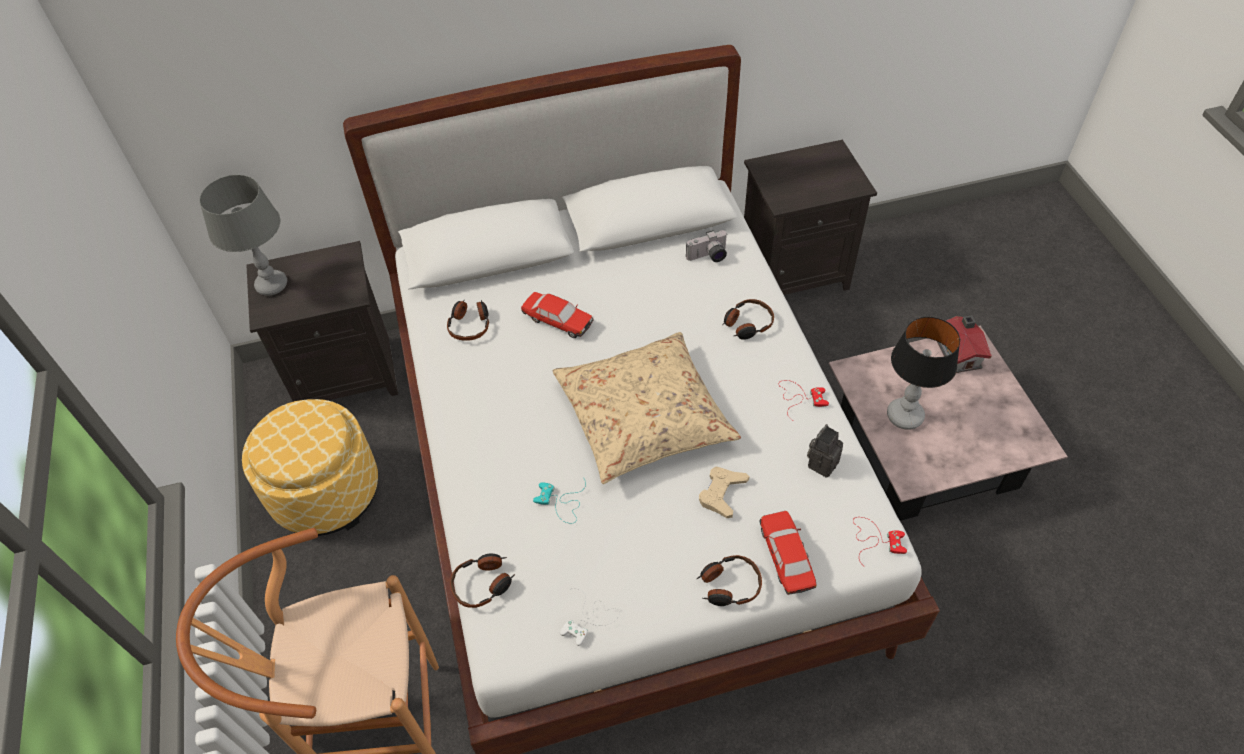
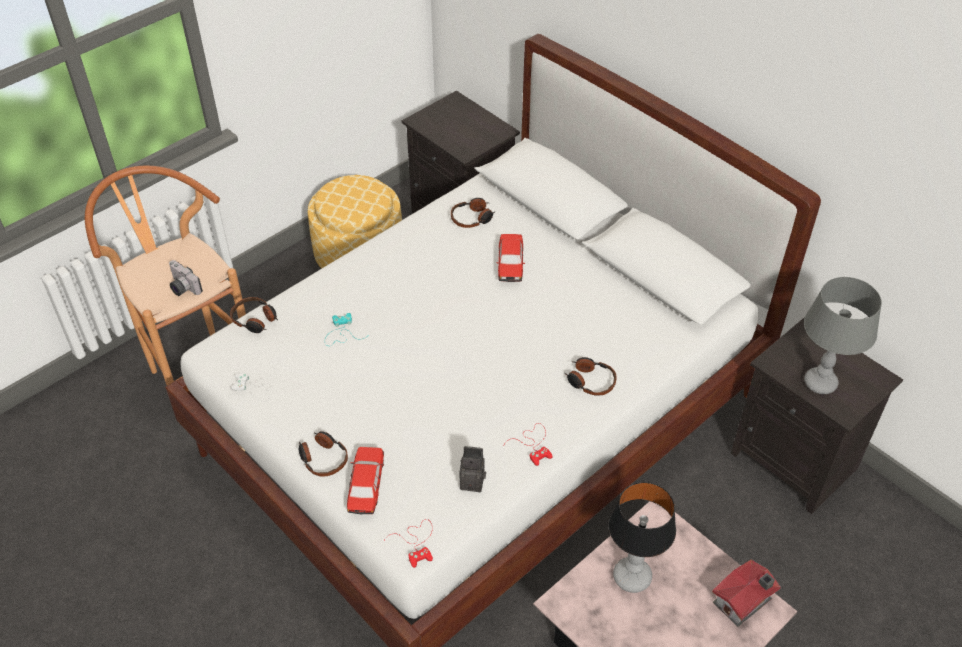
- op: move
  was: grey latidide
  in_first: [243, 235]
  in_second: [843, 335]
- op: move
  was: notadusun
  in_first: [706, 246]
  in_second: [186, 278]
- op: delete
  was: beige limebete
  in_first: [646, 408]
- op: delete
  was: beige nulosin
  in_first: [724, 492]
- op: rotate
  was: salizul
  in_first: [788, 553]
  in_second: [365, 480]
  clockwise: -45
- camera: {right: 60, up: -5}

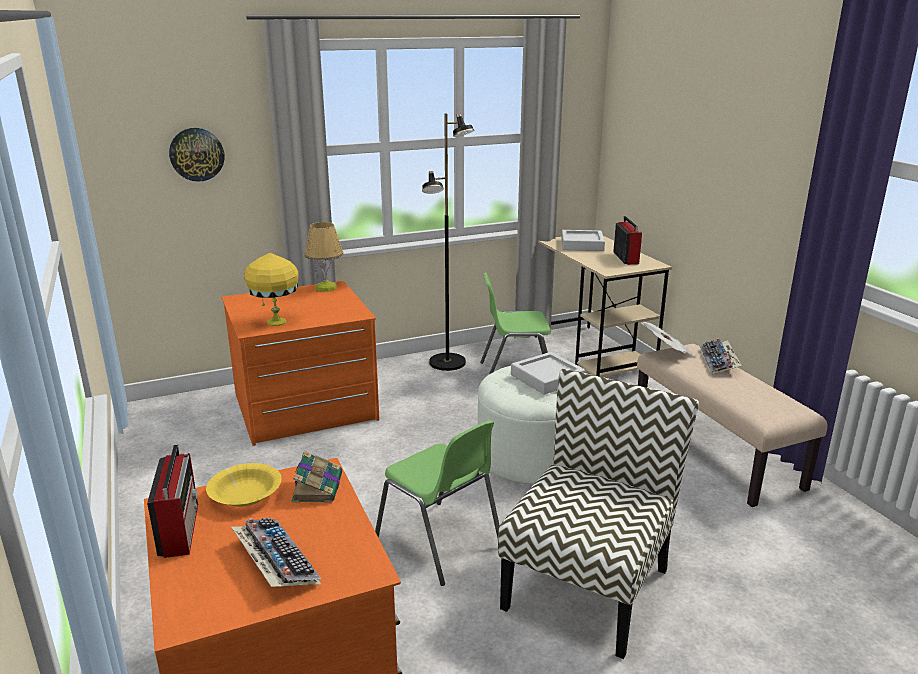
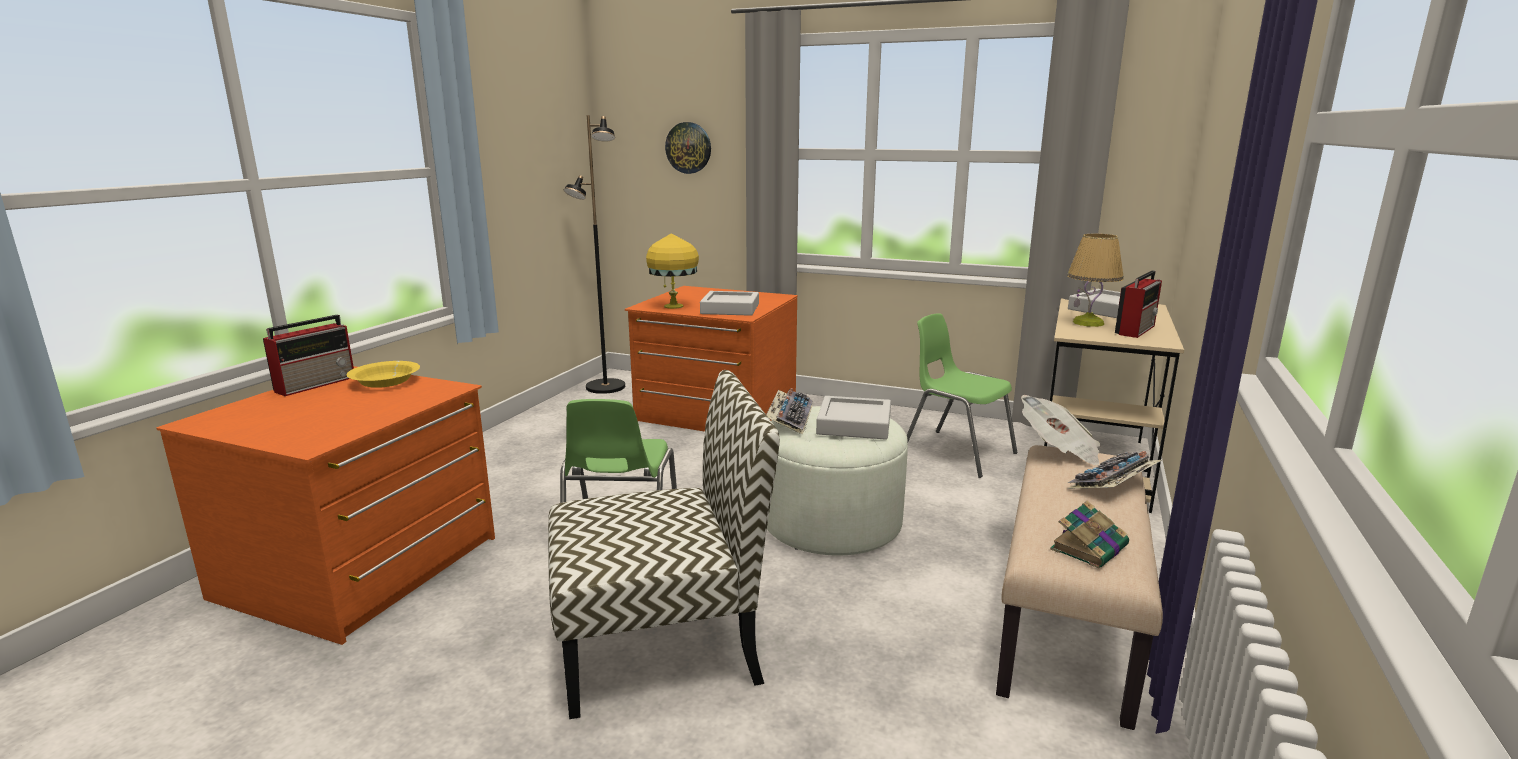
- op: move
  was: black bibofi
  in_first: [448, 242]
  in_second: [594, 254]
- op: move
  was: latidide
  in_first: [324, 257]
  in_second: [1095, 280]
- op: move
  was: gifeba
  in_first: [317, 477]
  in_second: [1089, 534]
- op: move
  was: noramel
  in_first: [276, 552]
  in_second: [789, 411]
- op: insert
  now: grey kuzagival
  in_second: [729, 303]
- camera: {right: 45, up: -5}

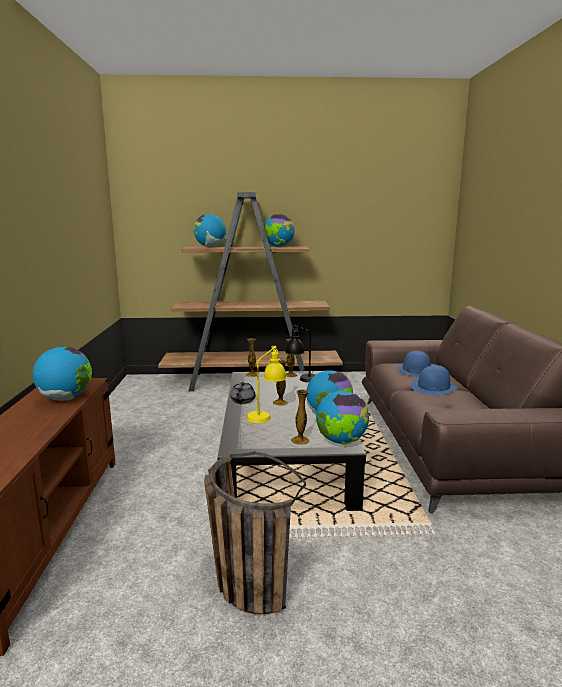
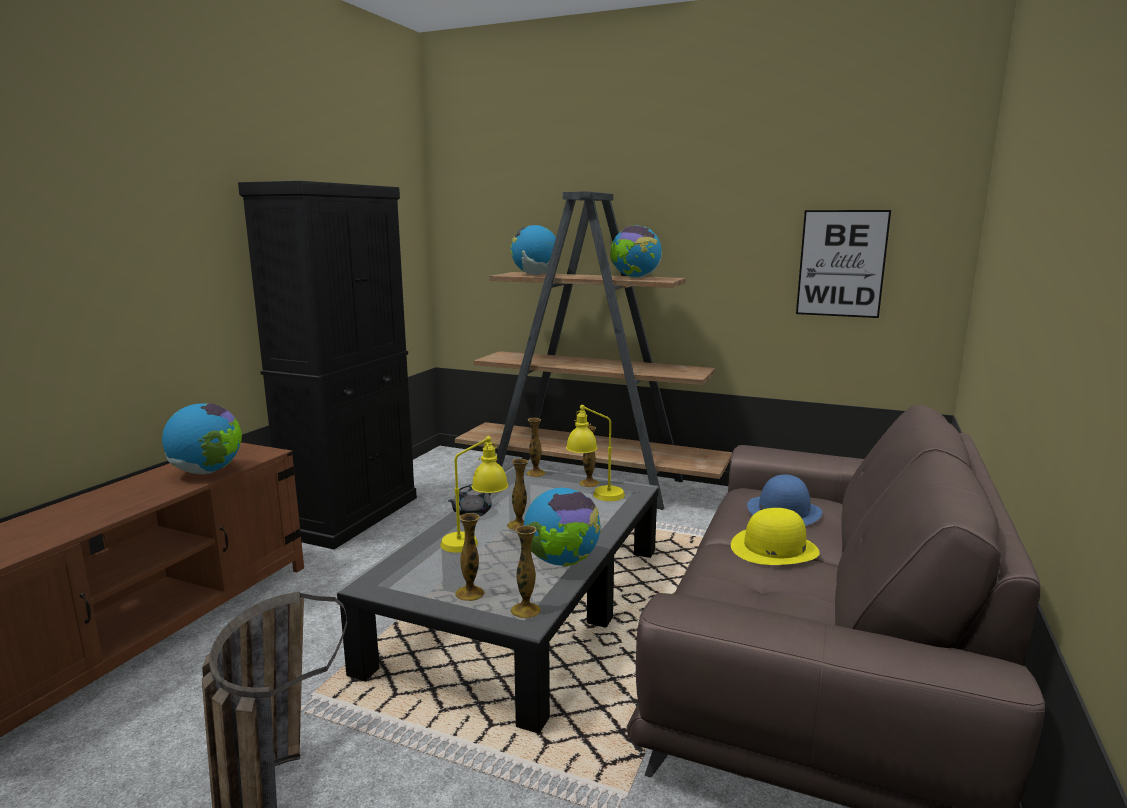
- op: recolor
  was: black latidide
  now: yellow latidide
  in_first: [300, 354]
  in_second: [595, 453]
- op: recolor
  was: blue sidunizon
  now: yellow sidunizon
  in_first: [434, 380]
  in_second: [775, 536]
- op: replace
  was: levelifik
  now: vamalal
  in_first: [342, 418]
  in_second: [526, 572]
- op: insert
  now: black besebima
  in_second: [327, 365]
- op: insert
  now: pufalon
  in_second: [843, 264]
- camera: {right: 25, up: 0}

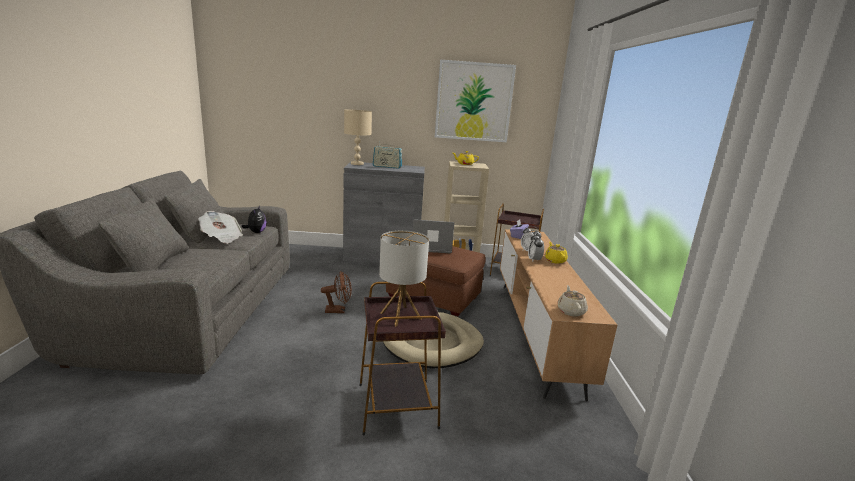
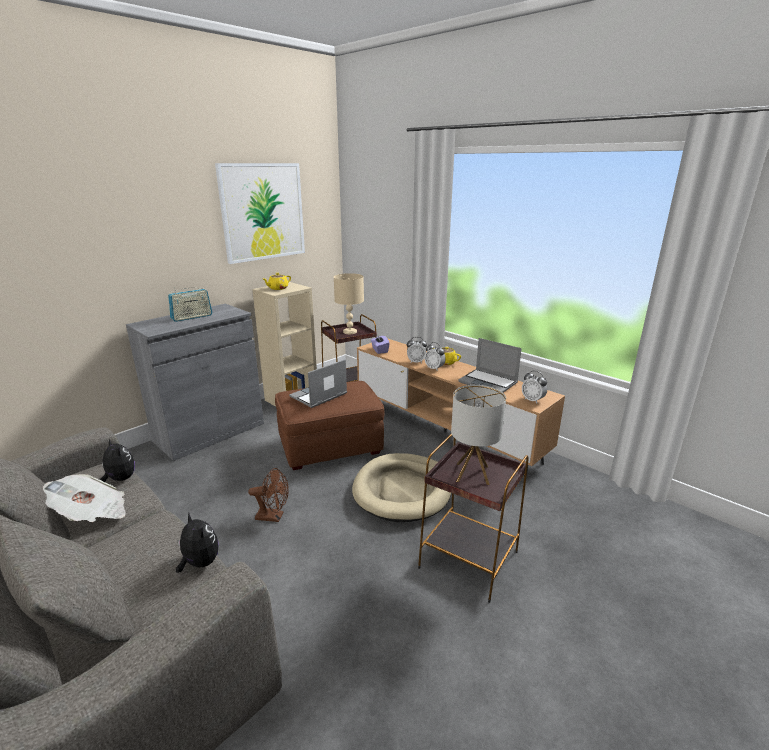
- op: move
  was: beige latidide
  in_first: [358, 137]
  in_second: [349, 303]
- op: rotate
  was: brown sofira
  in_first: [336, 292]
  in_second: [268, 495]
  clockwise: 60
- op: replace
  was: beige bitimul
  now: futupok
  in_first: [572, 301]
  in_second: [534, 387]
- op: insert
  now: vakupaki
  in_second: [490, 365]
- op: insert
  now: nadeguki
  in_second: [197, 543]
- camera: {right: -45, up: 5}

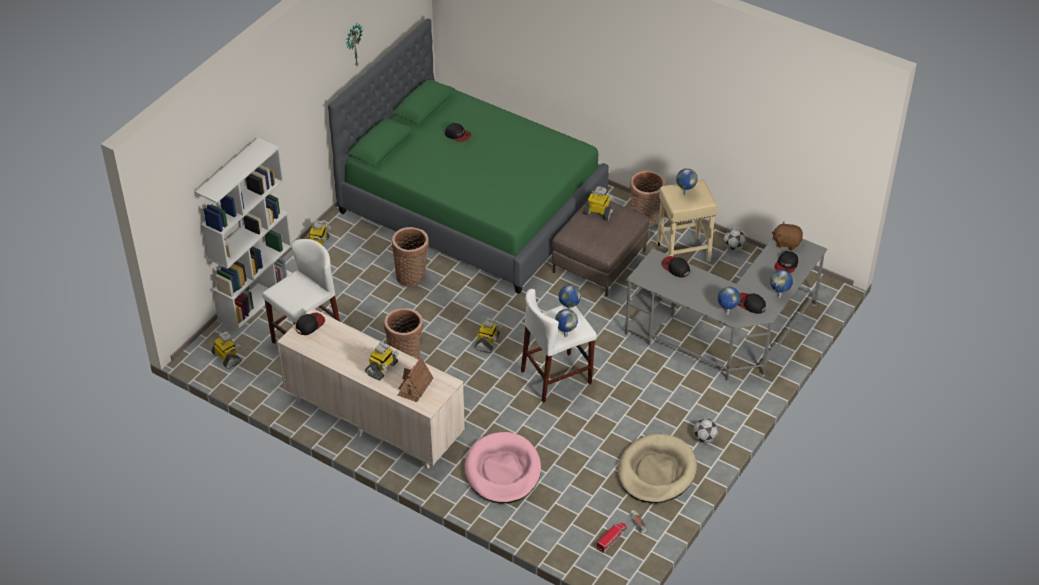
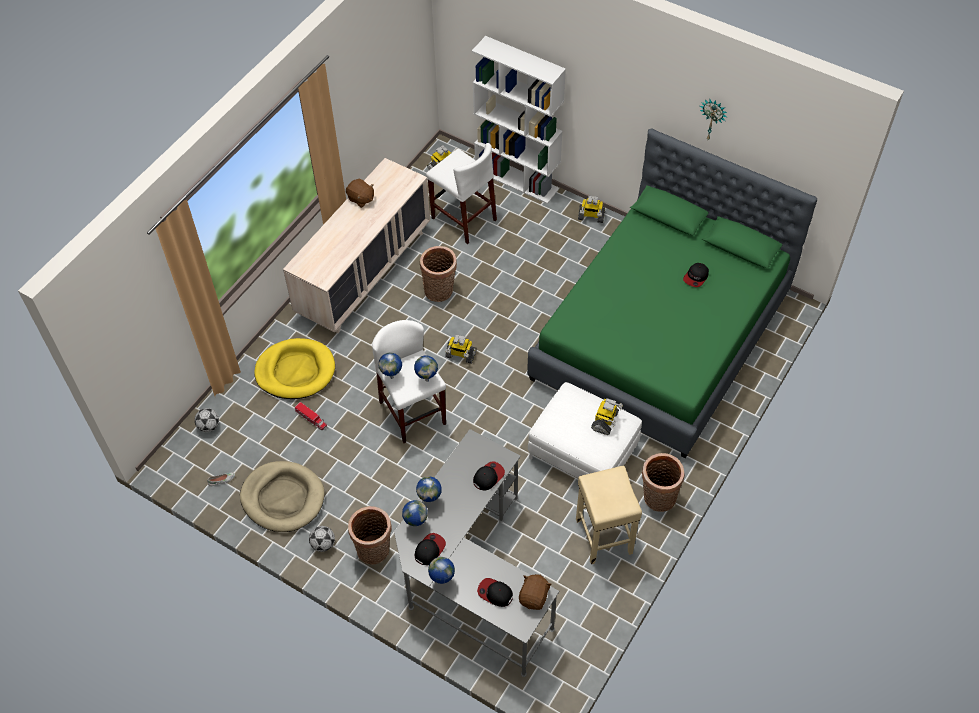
- op: move
  was: levelifik
  in_first: [687, 182]
  in_second: [429, 489]
- op: recolor
  was: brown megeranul
  now: white megeranul
  in_first: [600, 249]
  in_second: [585, 430]
- op: move
  was: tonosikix
  in_first: [410, 257]
  in_second: [369, 535]
- op: move
  was: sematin
  in_first: [734, 240]
  in_second: [206, 420]
- op: delete
  was: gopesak
  in_first: [310, 323]
- op: delete
  was: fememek
  in_first: [382, 361]
- op: delete
  was: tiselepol
  in_first: [415, 379]
- op: recolor
  was: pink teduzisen
  now: yellow teduzisen
  in_first: [503, 468]
  in_second: [294, 368]
- op: move
  was: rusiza
  in_first: [611, 538]
  in_second: [311, 416]
- op: insert
  now: brown nadeguki
  in_second: [360, 193]
- camera: {right: 90, up: 10}

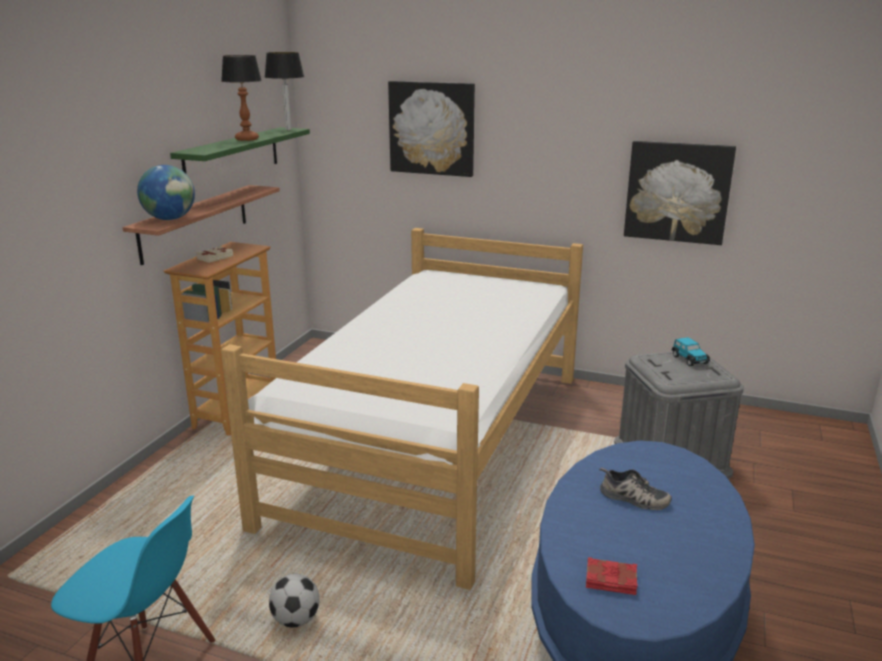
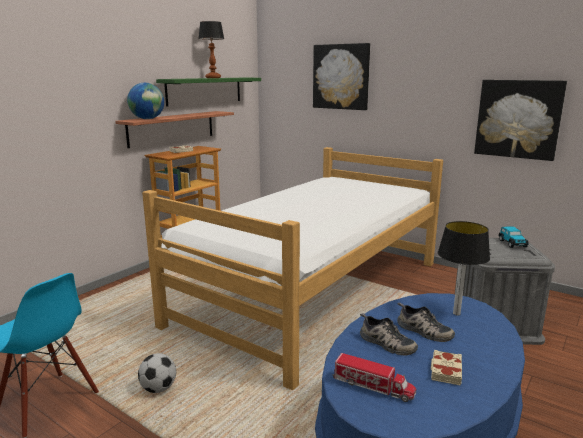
- op: move
  was: latidide
  in_first: [284, 91]
  in_second: [464, 268]
- op: replace
  was: red gifeba
  now: rusiza
  in_first: [612, 576]
  in_second: [374, 377]
- op: insert
  now: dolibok
  in_second: [389, 334]
- op: insert
  now: beige gifeba
  in_second: [446, 368]
- camera: {right: 15, up: -5}

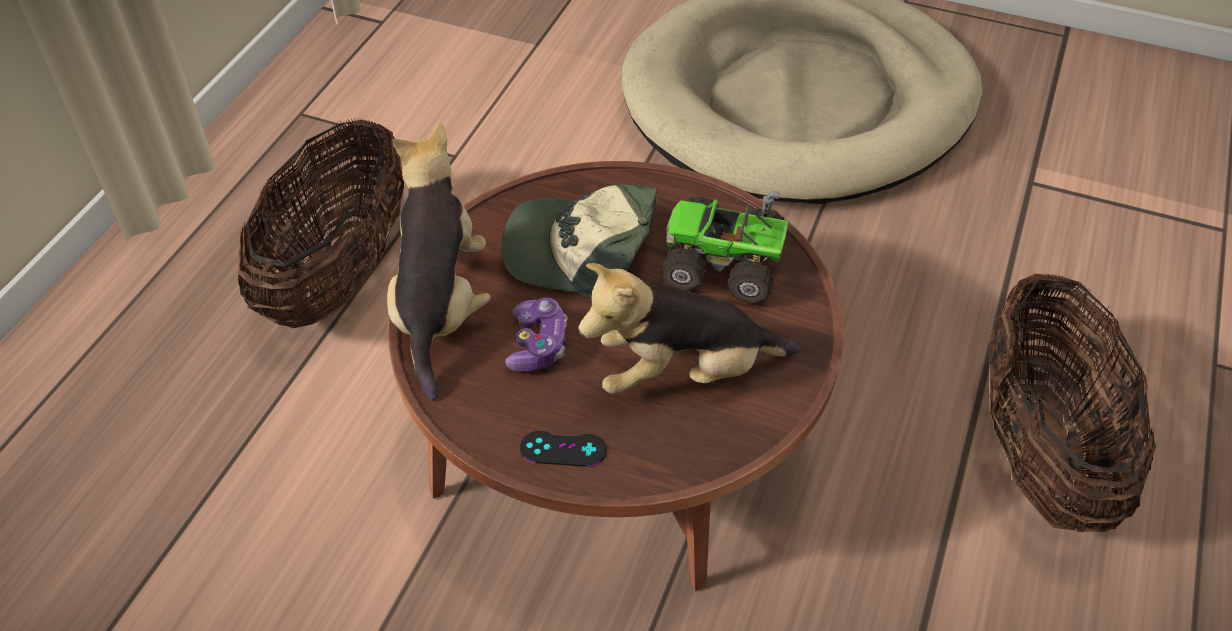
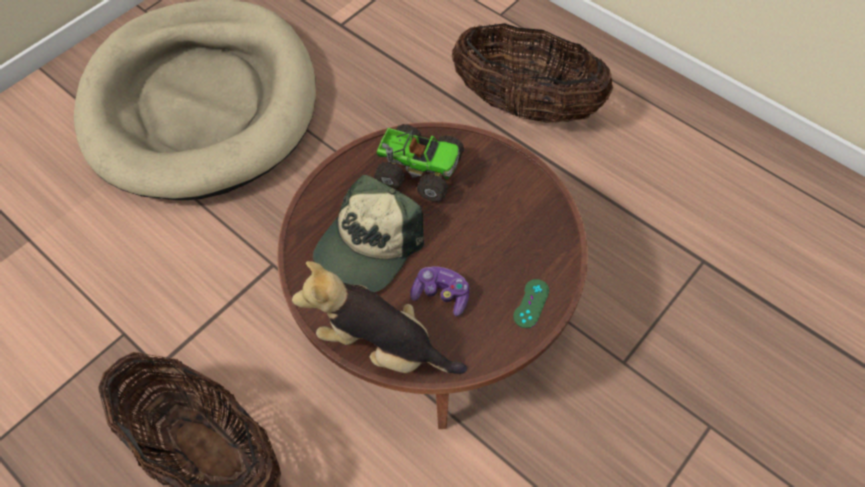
- op: rotate
  was: rusiza
  in_first: [724, 247]
  in_second: [419, 163]
  clockwise: -105
- op: delete
  was: nadeguki
  in_first: [689, 328]
- op: recolor
  was: black nulosin
  now: green nulosin
  in_first: [563, 449]
  in_second: [531, 303]
- camera: {right: -70, up: 10}

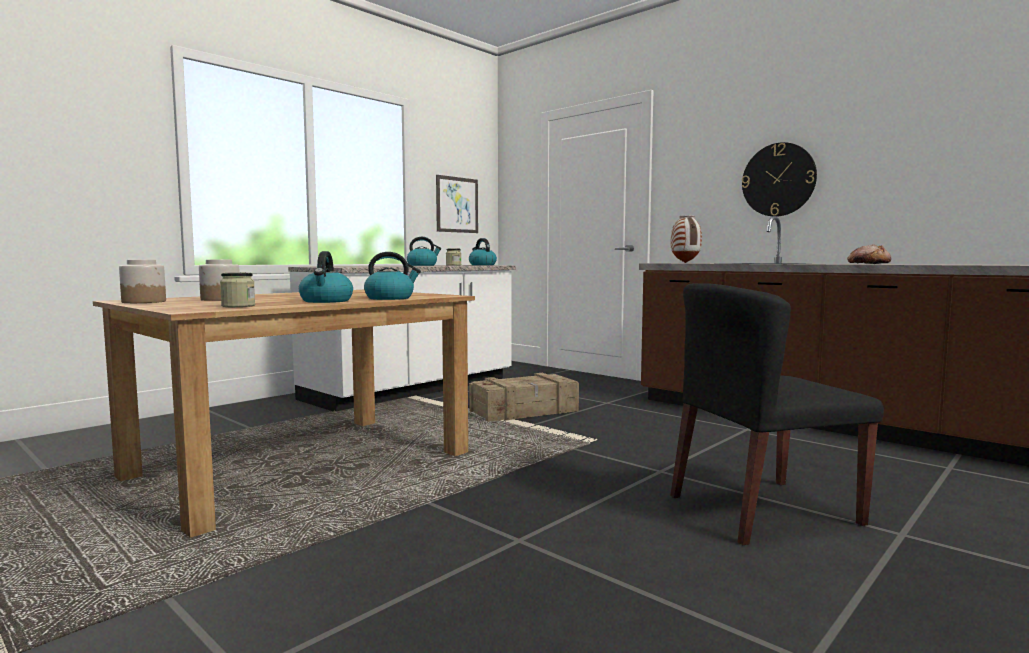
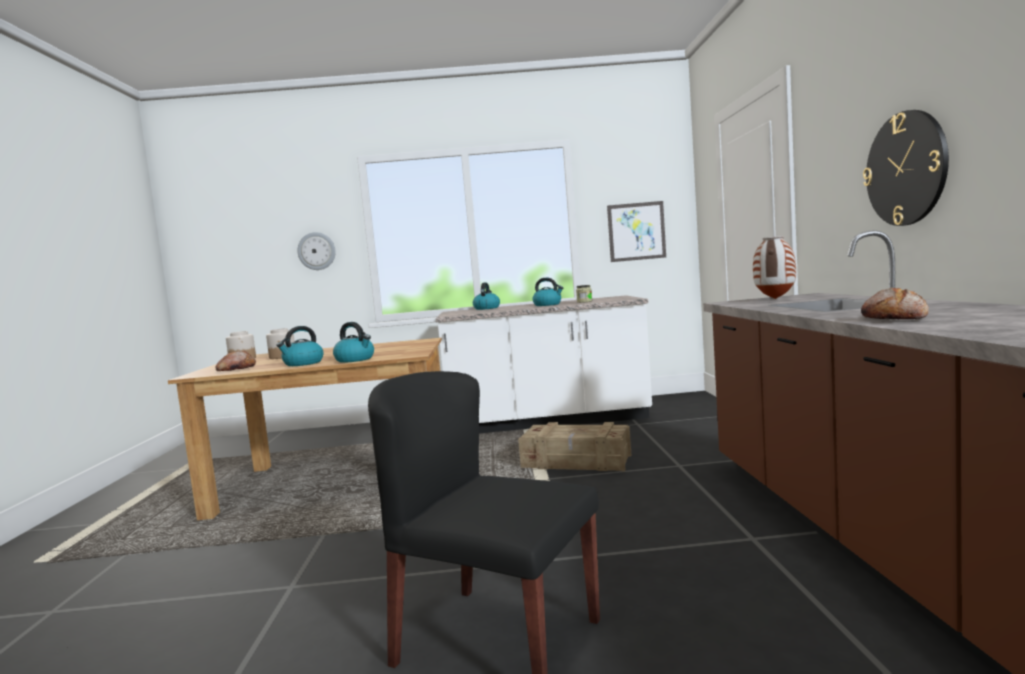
- op: move
  was: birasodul
  in_first: [483, 251]
  in_second: [486, 296]
- op: replace
  was: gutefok
  now: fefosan
  in_first: [237, 290]
  in_second: [236, 361]
- op: insert
  now: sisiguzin
  in_second: [316, 251]
- camera: {right: 45, up: 0}

